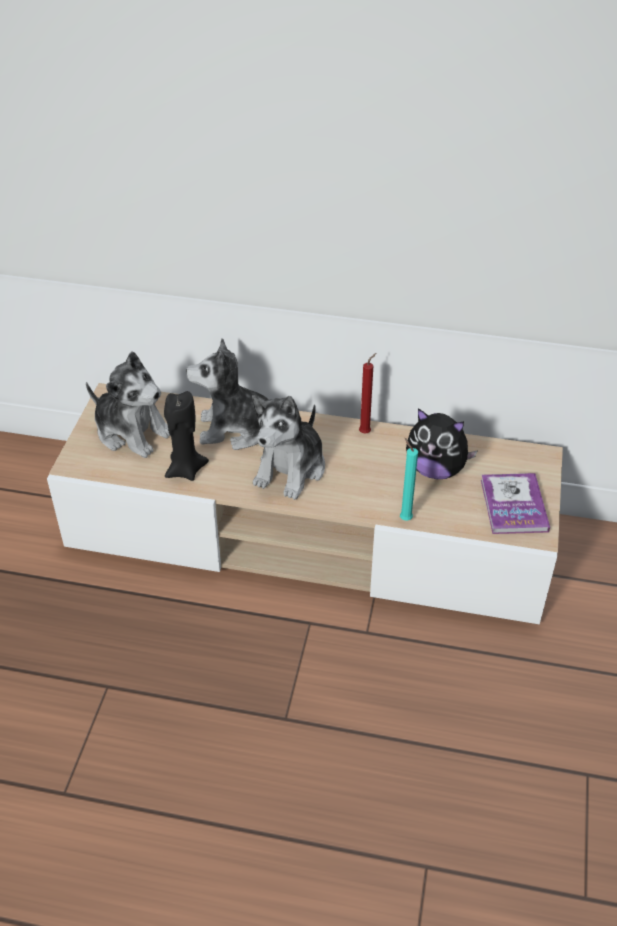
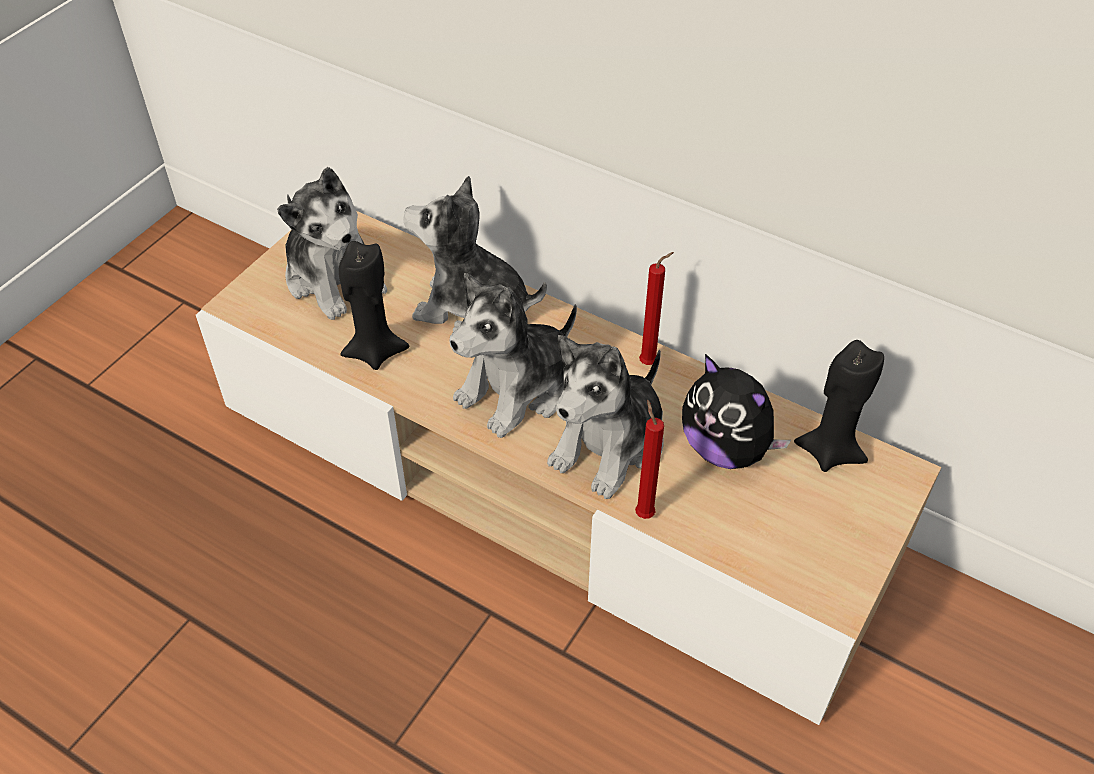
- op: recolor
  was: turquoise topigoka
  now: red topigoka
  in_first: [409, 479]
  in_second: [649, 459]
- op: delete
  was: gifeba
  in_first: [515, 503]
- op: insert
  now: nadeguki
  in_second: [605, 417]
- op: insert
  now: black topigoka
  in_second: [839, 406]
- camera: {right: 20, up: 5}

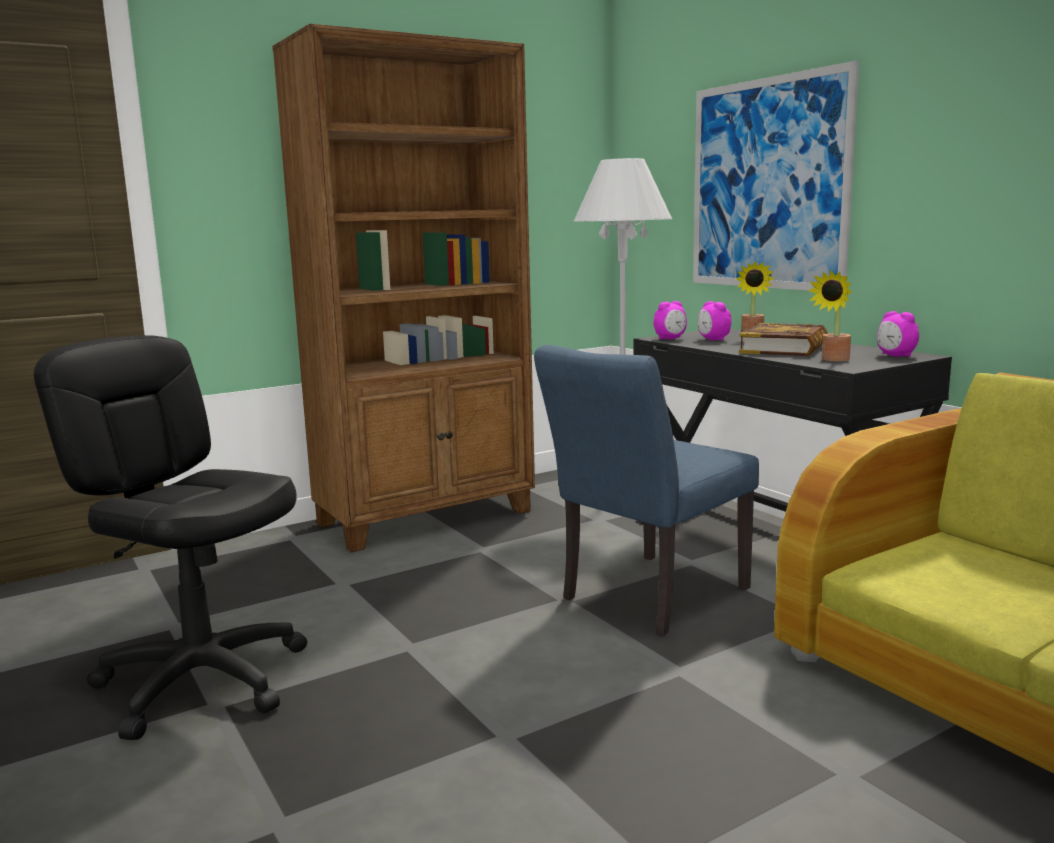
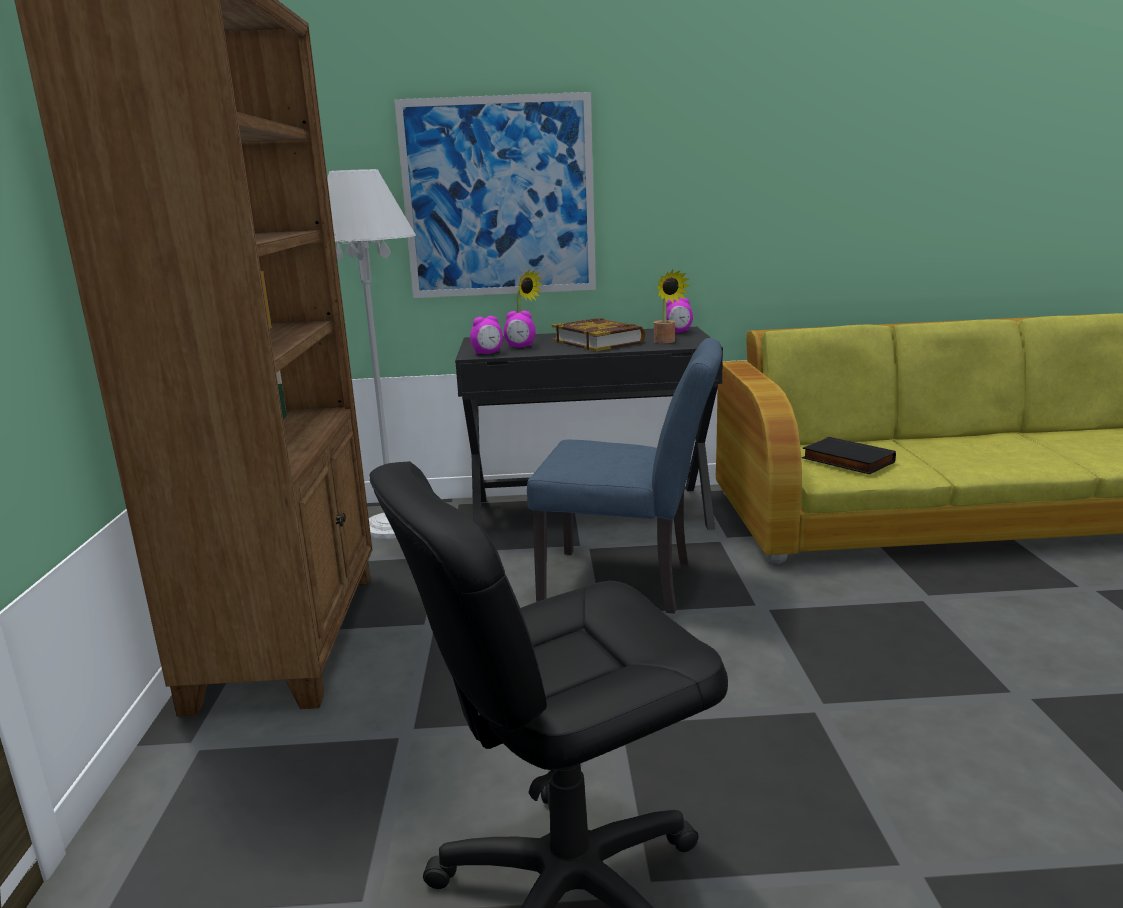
- op: rotate
  was: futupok
  in_first: [670, 320]
  in_second: [486, 335]
  clockwise: 60
- op: rotate
  was: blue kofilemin
  in_first: [646, 490]
  in_second: [624, 476]
  clockwise: -60
- op: insert
  now: black gifeba
  in_second: [849, 455]
- camera: {right: -60, up: 5}

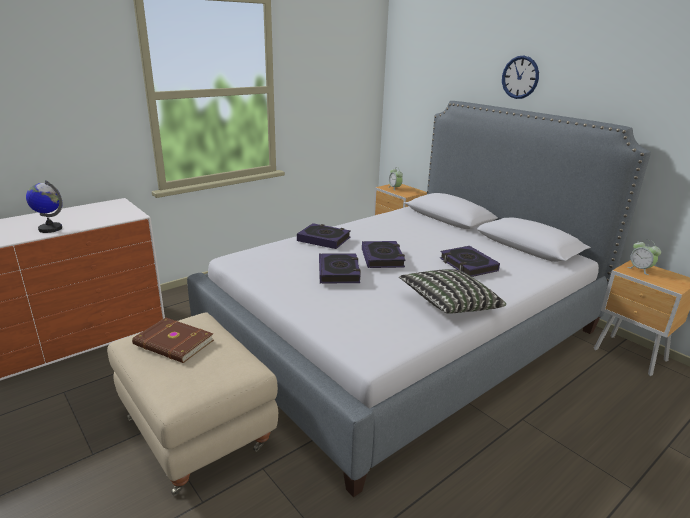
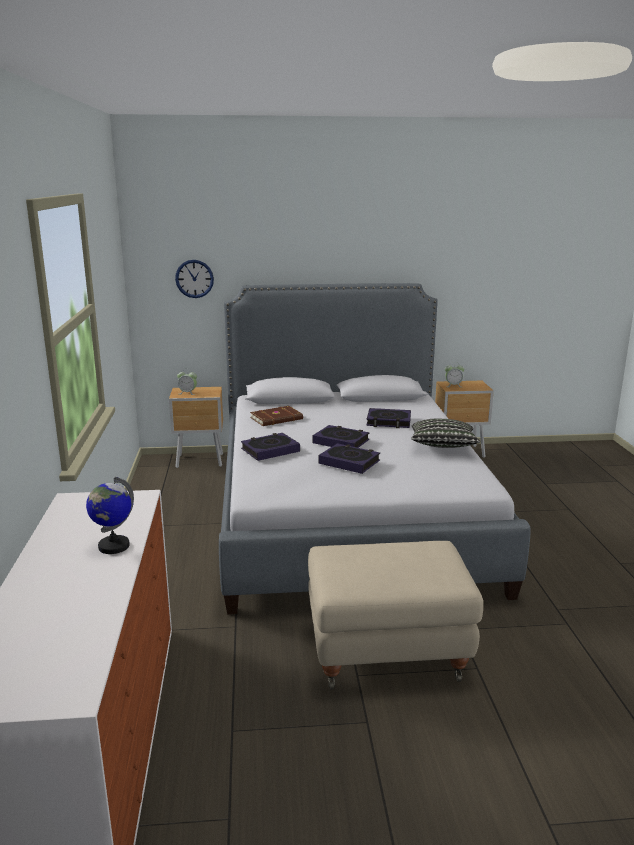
- op: move
  was: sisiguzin
  in_first: [520, 77]
  in_second: [194, 279]
- op: move
  was: brown gifeba
  in_first: [173, 340]
  in_second: [276, 416]
- camera: {right: -55, up: -5}

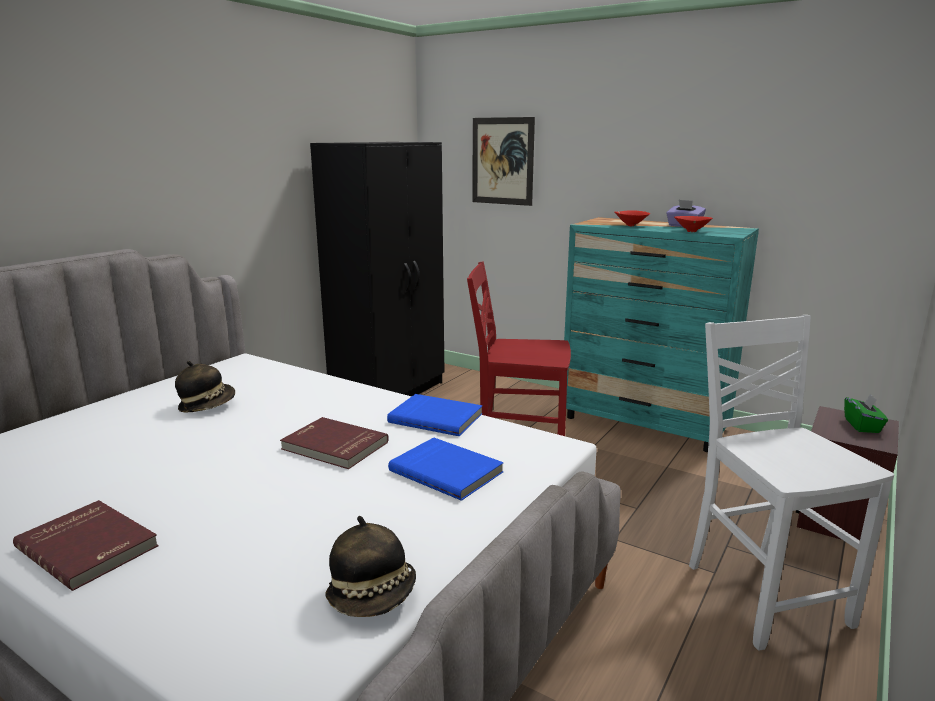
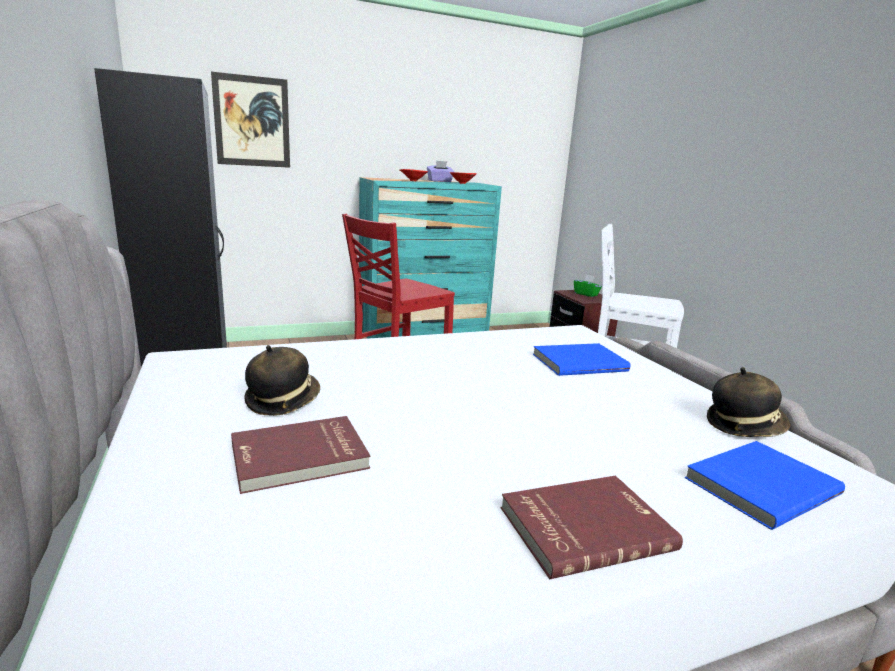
- op: move
  was: blue gifeba
  in_first: [435, 415]
  in_second: [765, 485]
- op: move
  was: red gifeba
  in_first: [334, 443]
  in_second: [300, 455]
- camera: {right: -55, up: 0}

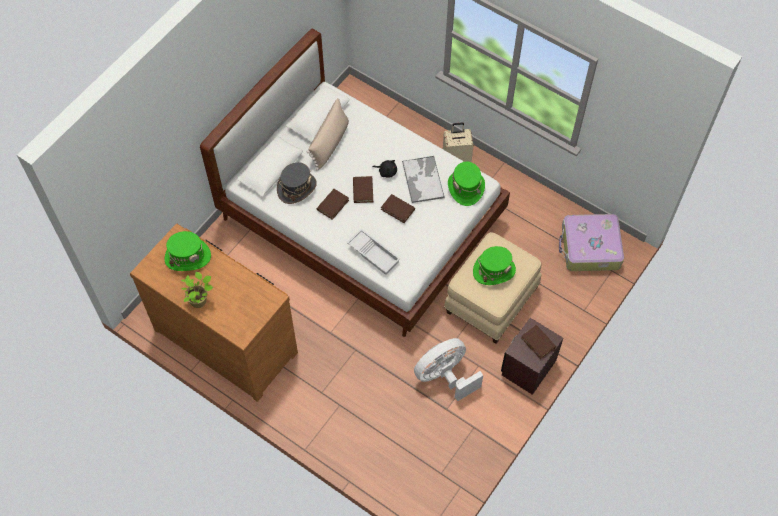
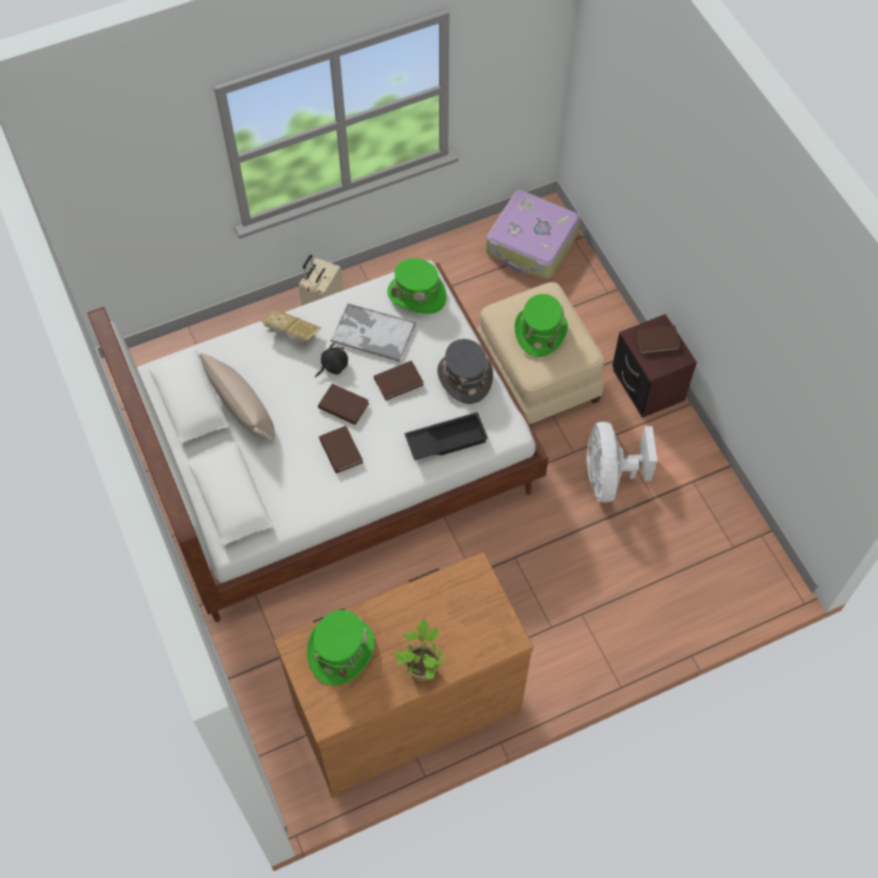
- op: move
  was: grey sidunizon
  in_first: [297, 183]
  in_second: [465, 371]
- op: recolor
  was: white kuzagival
  now: black kuzagival
  in_first: [373, 252]
  in_second: [446, 436]
- op: insert
  now: gifeba
  in_second: [291, 328]
- camera: {right: -60, up: 0}

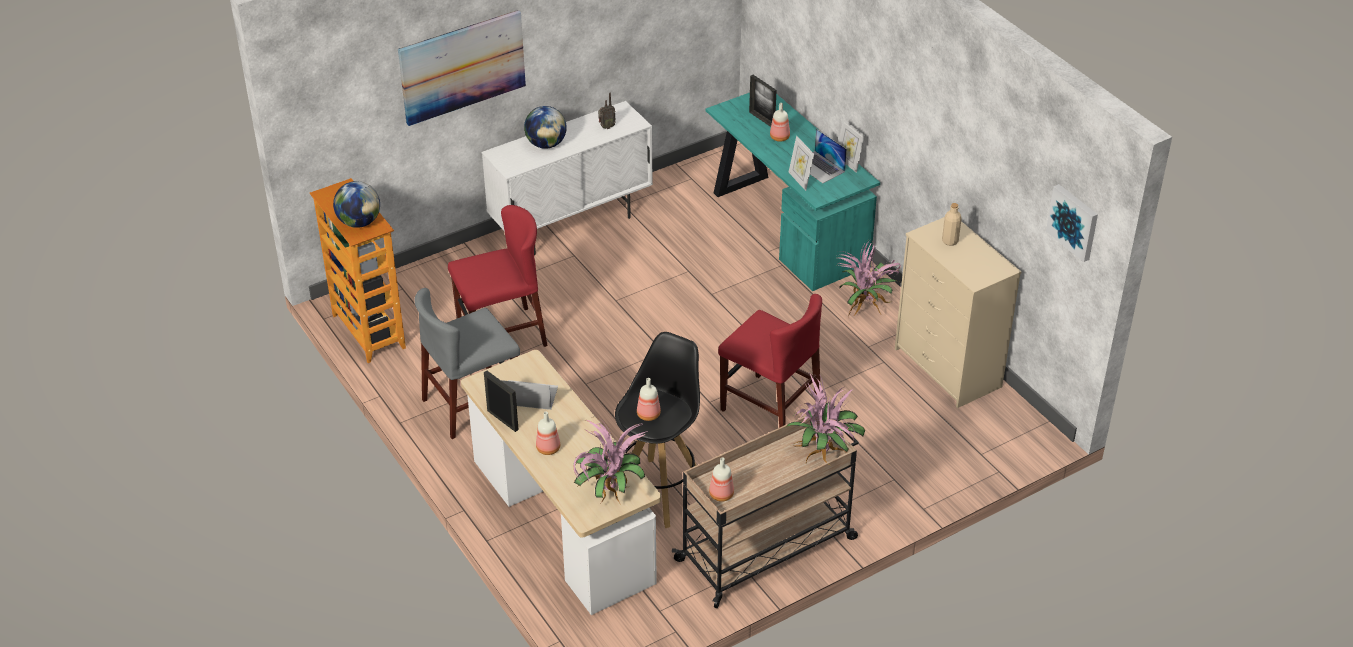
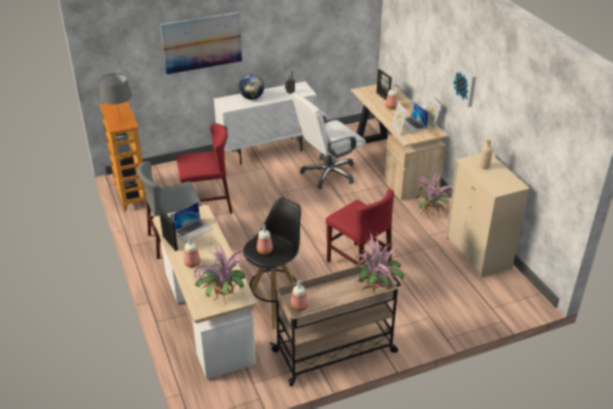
- op: recolor
  was: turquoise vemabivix
  now: beige vemabivix
  in_first: [792, 192]
  in_second: [399, 141]
- op: replace
  was: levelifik
  now: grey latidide
  in_first: [356, 204]
  in_second: [116, 98]
- op: move
  was: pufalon
  in_first: [1072, 223]
  in_second: [463, 85]
- op: rotate
  was: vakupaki
  in_first: [529, 395]
  in_second: [191, 222]
  clockwise: 120
- op: insert
  now: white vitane
  in_second: [329, 141]
- camera: {right: 10, up: -5}

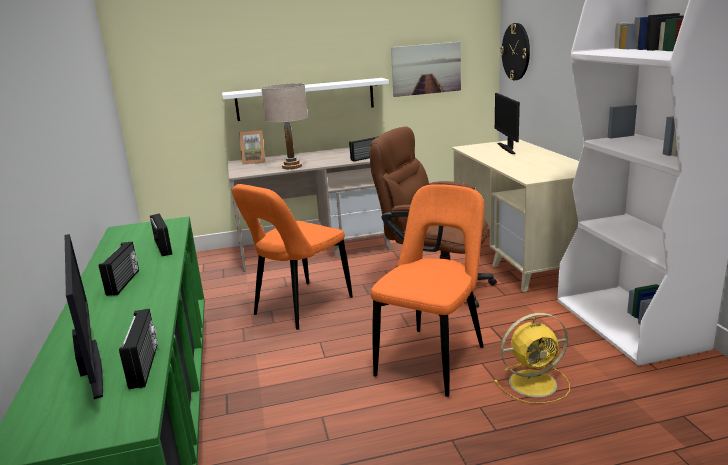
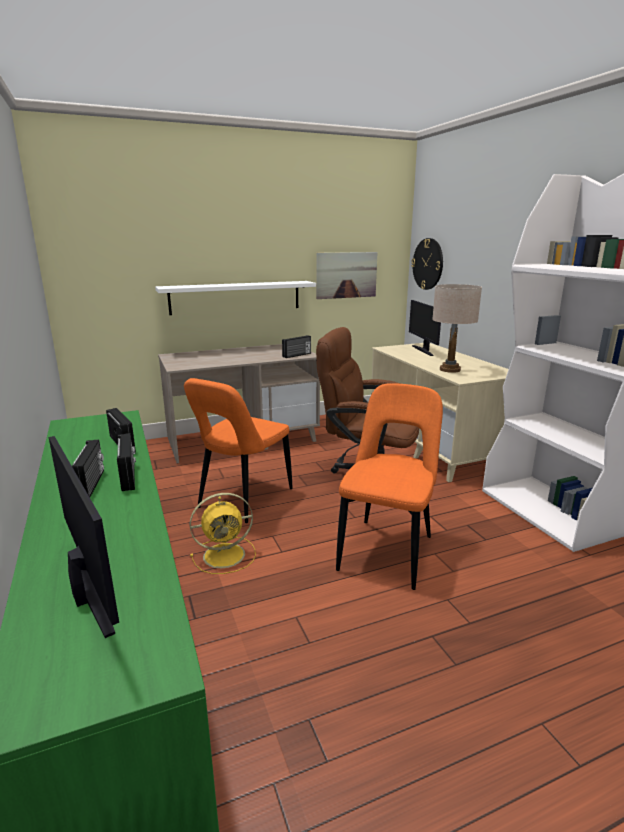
- op: move
  was: beige latidide
  in_first: [284, 126]
  in_second: [457, 328]
- op: delete
  was: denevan
  in_first: [252, 147]
- op: move
  was: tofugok
  in_first: [138, 349]
  in_second: [126, 462]
- op: move
  was: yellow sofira
  in_first: [532, 358]
  in_second: [223, 533]
- camera: {right: -10, up: 0}

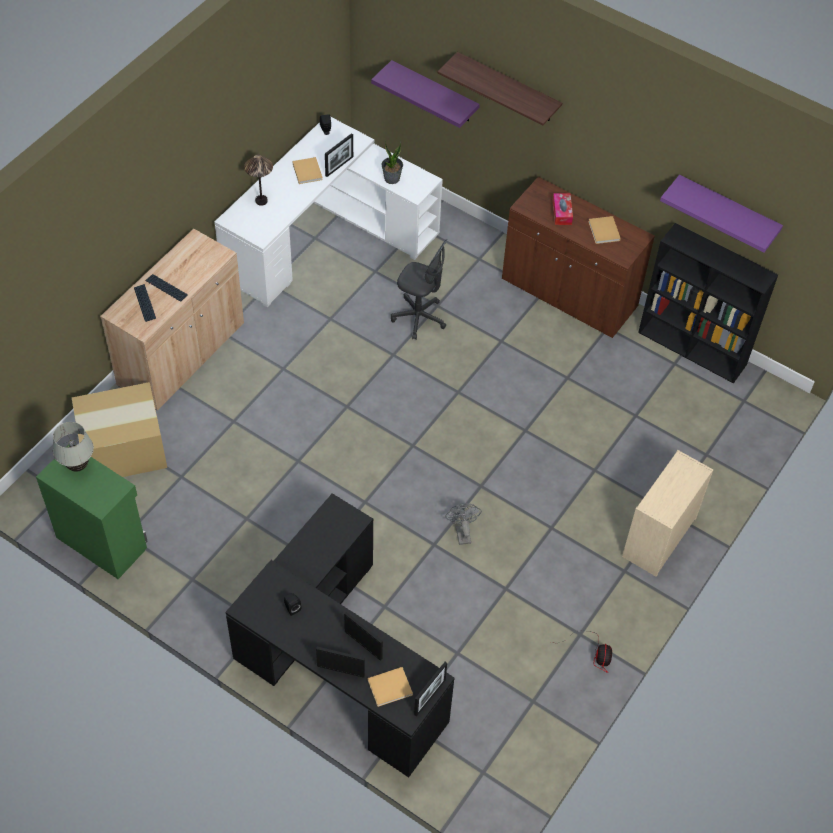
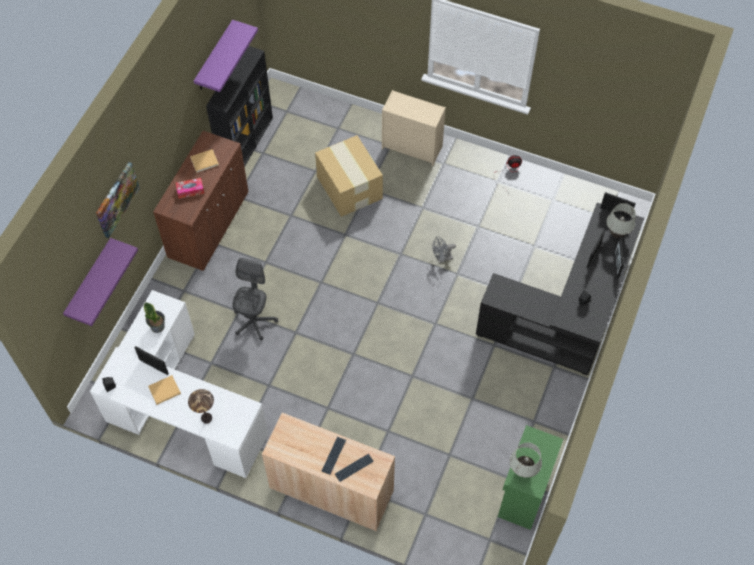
- op: replace
  was: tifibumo
  now: pufalon
  in_first: [499, 88]
  in_second: [118, 200]
- op: move
  was: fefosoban
  in_first: [119, 429]
  in_second: [349, 176]
- op: replace
  was: beige gifeba
  now: white latidide
  in_first: [390, 687]
  in_second: [621, 220]
- camera: {right: -100, up: 5}

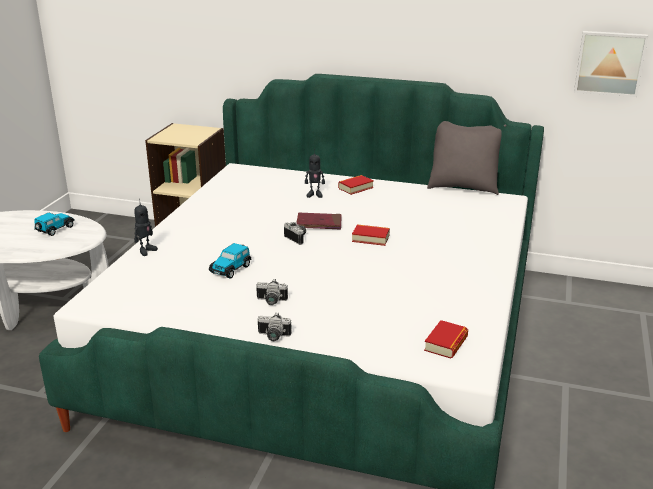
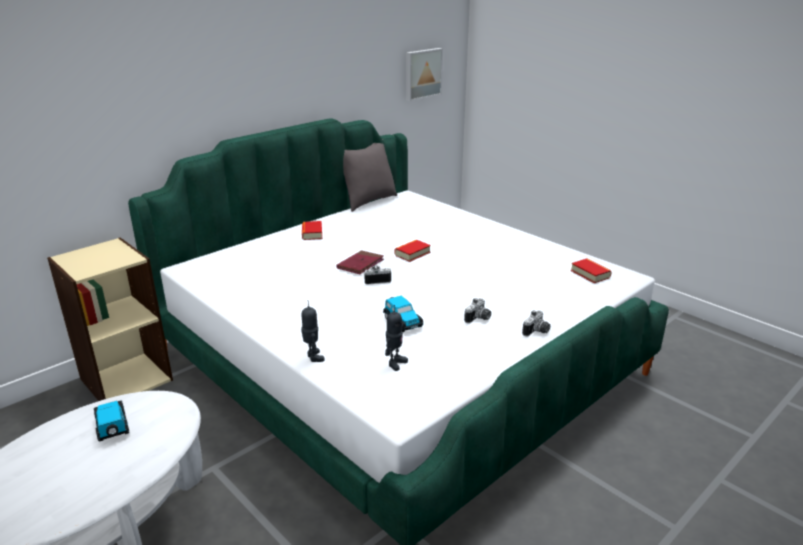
- op: move
  was: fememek
  in_first: [315, 173]
  in_second: [396, 338]
- camera: {right: -60, up: 0}

